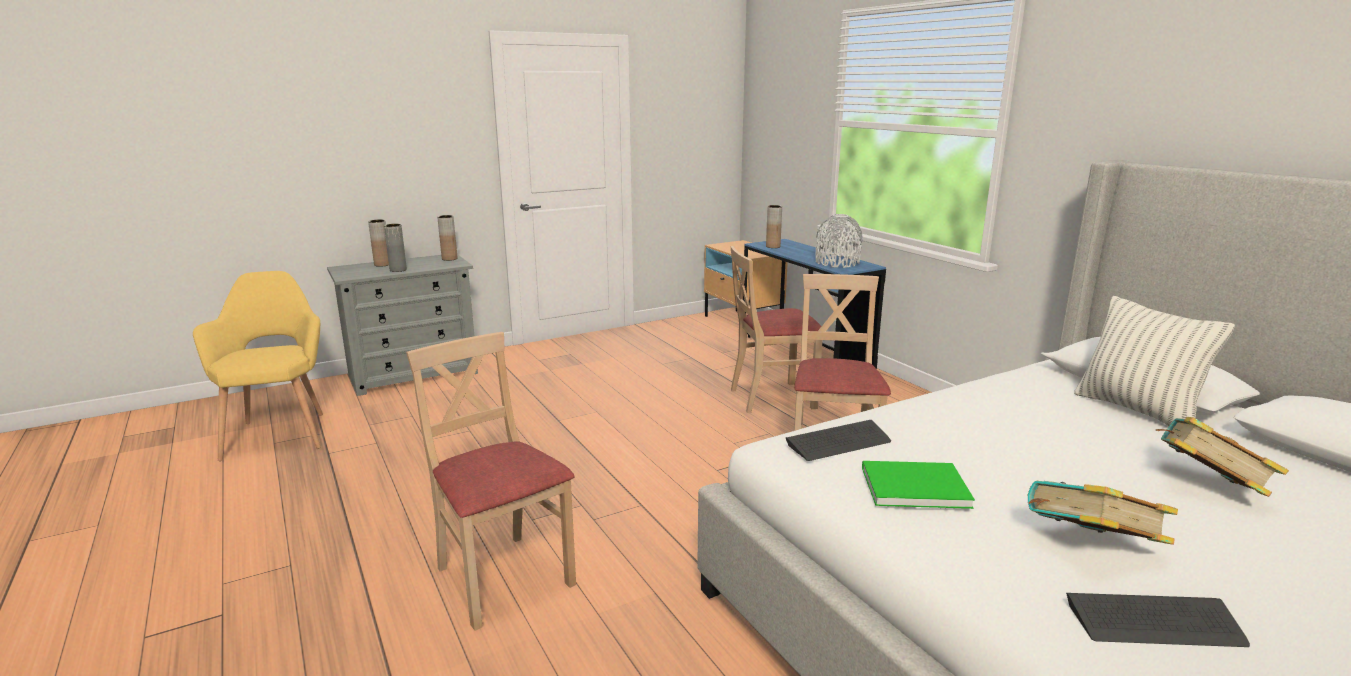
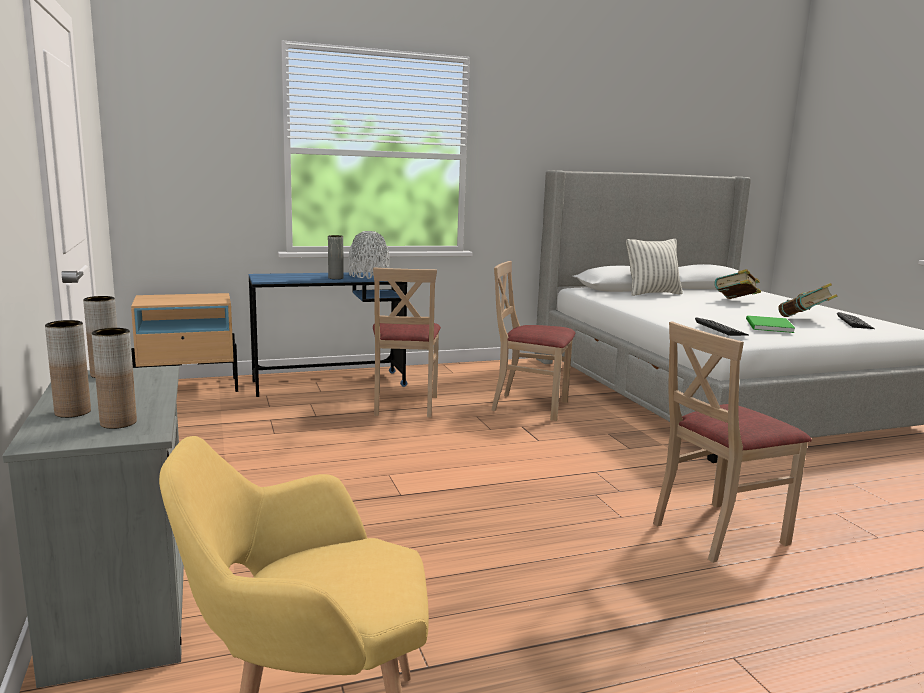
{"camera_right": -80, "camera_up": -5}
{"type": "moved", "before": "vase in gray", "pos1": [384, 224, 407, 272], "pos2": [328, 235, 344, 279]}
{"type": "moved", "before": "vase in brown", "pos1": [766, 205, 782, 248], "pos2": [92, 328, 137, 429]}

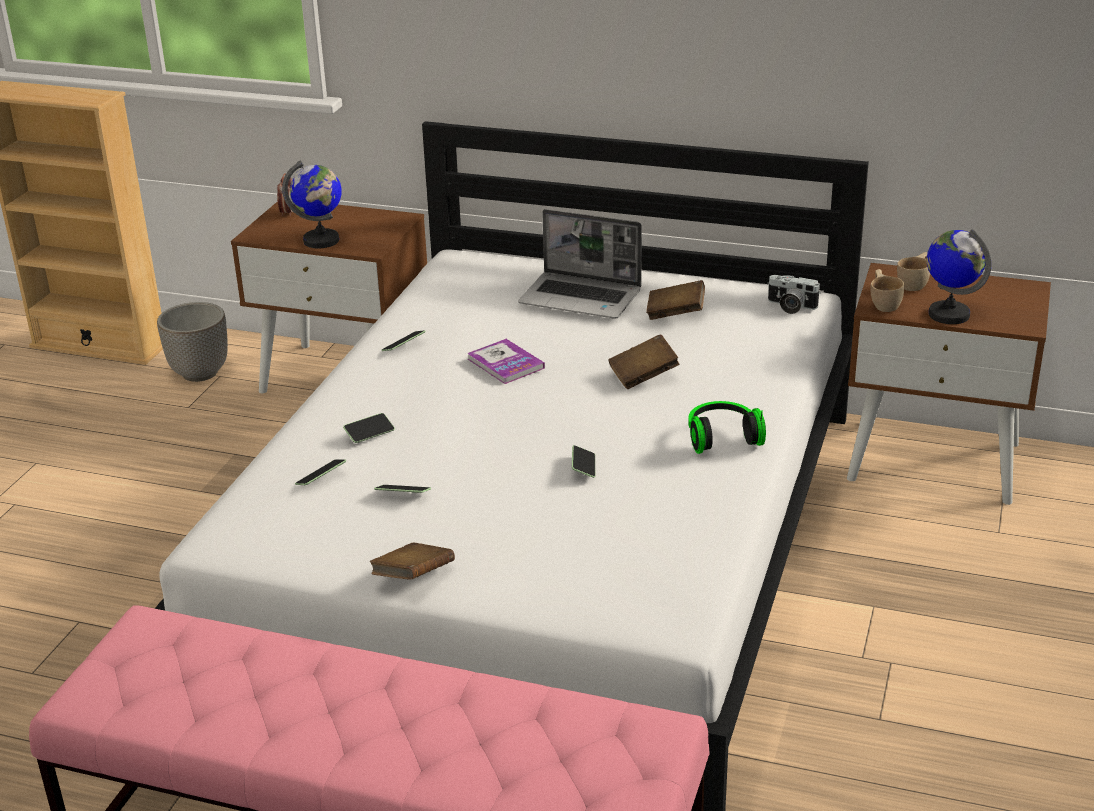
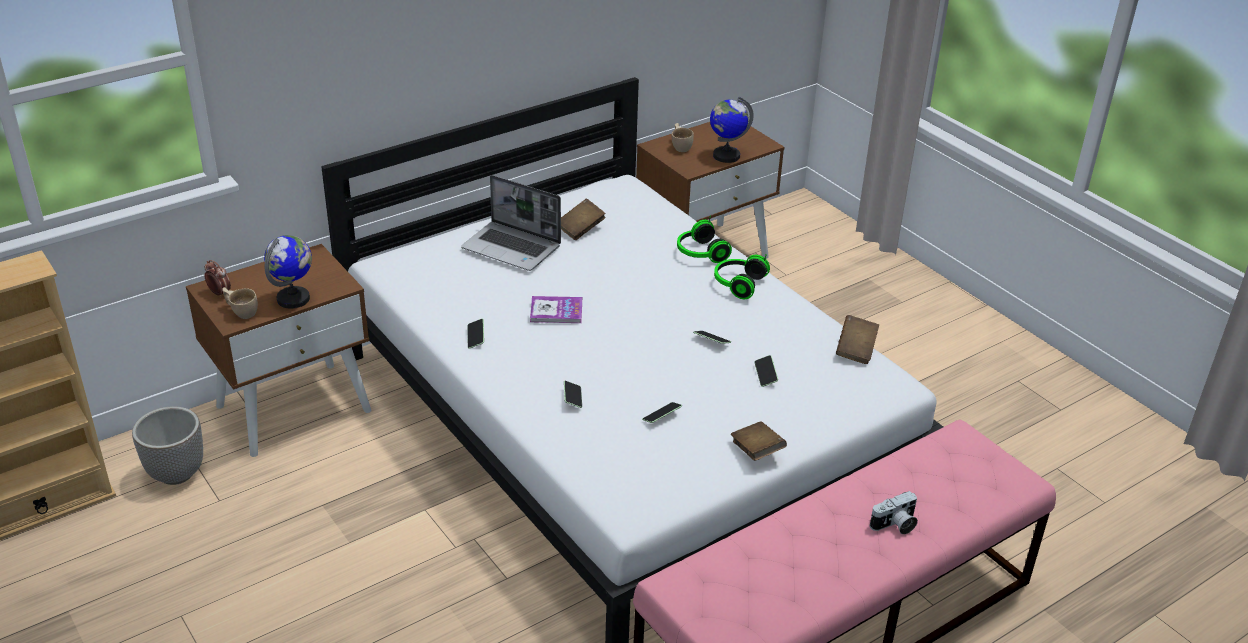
{"camera_right": -55, "camera_up": 5}
{"type": "added", "after": "headset", "pos2": [677, 215, 732, 263]}
{"type": "moved", "before": "telephone", "pos1": [295, 459, 346, 485], "pos2": [754, 355, 778, 387]}
{"type": "moved", "before": "book in brown", "pos1": [608, 334, 680, 389], "pos2": [836, 315, 879, 364]}
{"type": "moved", "before": "still camera", "pos1": [767, 275, 821, 314], "pos2": [870, 491, 918, 534]}
{"type": "moved", "before": "cup in beige-coloured", "pos1": [870, 269, 904, 312], "pos2": [222, 287, 258, 319]}
{"type": "turned", "before": "notebook computer", "pos1": [518, 209, 642, 319], "pos2": [461, 175, 561, 271], "turn": 60}

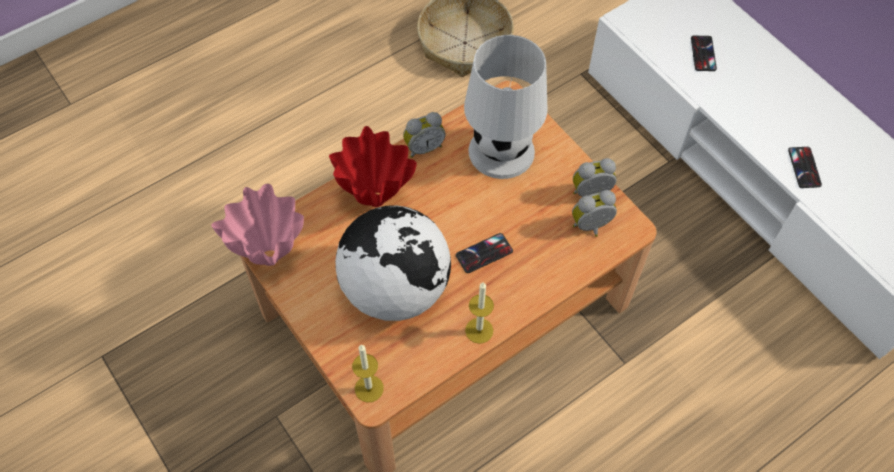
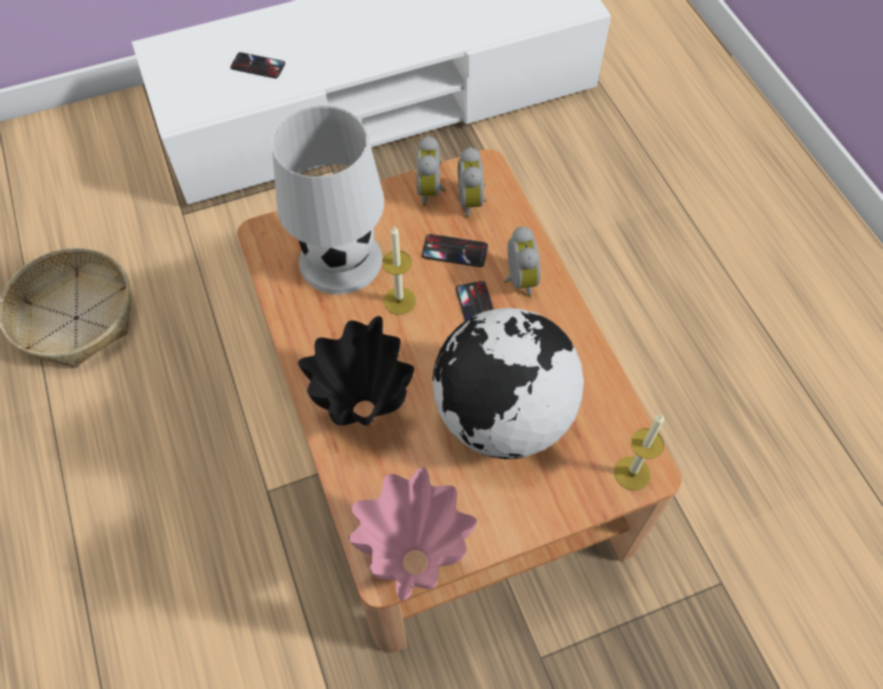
{"camera_right": -75, "camera_up": 0}
{"type": "moved", "before": "alarm clock", "pos1": [403, 112, 446, 158], "pos2": [504, 226, 541, 297]}
{"type": "moved", "before": "wax light", "pos1": [465, 282, 494, 344], "pos2": [382, 226, 416, 315]}
{"type": "moved", "before": "telephone", "pos1": [788, 147, 822, 188], "pos2": [422, 234, 488, 267]}
{"type": "recoloured", "before": "vase in reddish", "after": "vase in blackish", "pos1": [329, 126, 417, 207], "pos2": [298, 316, 414, 426]}

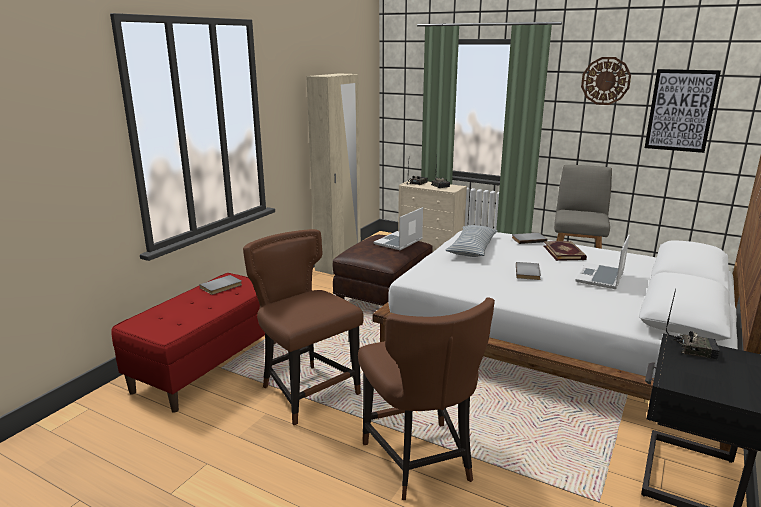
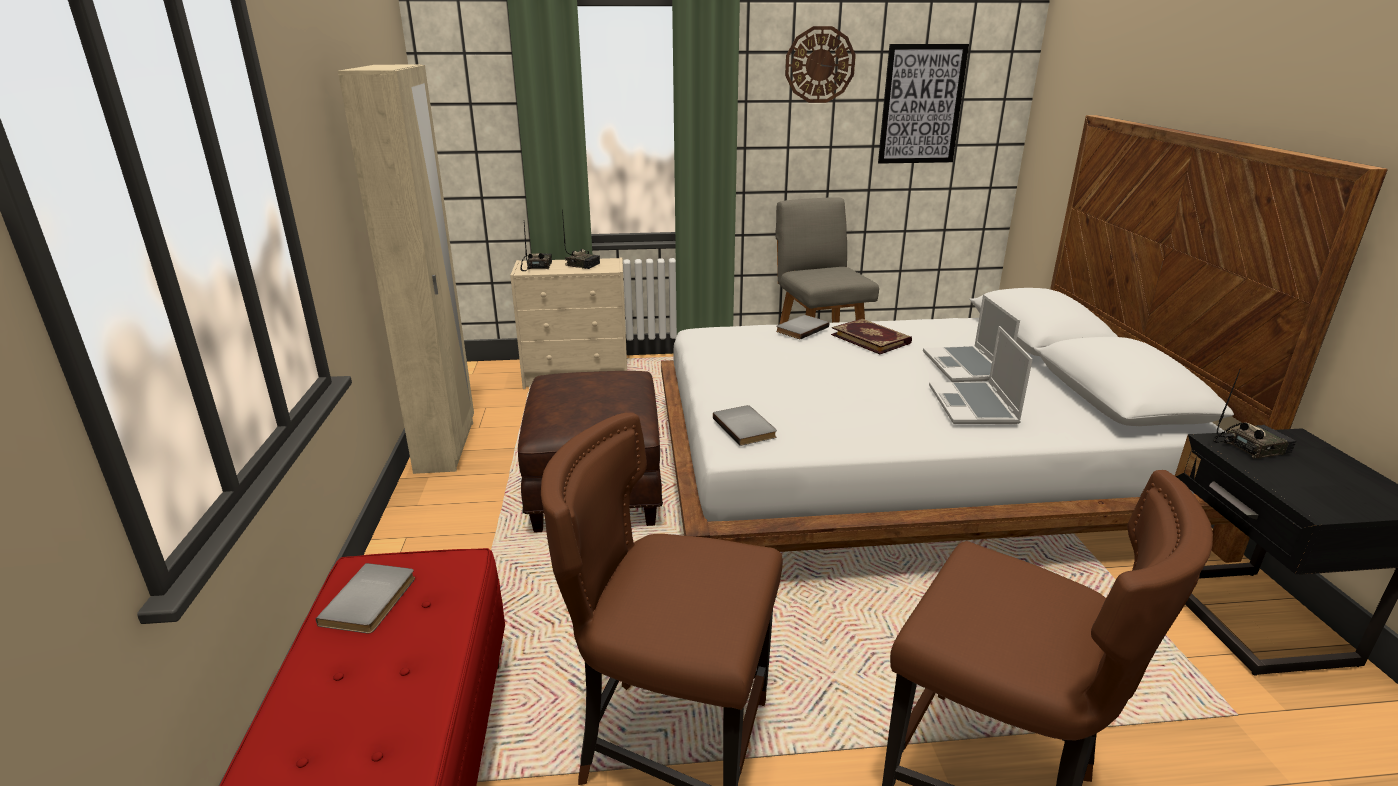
{"camera_right": -35, "camera_up": 5}
{"type": "removed", "before": "cushion", "pos1": [445, 225, 498, 257]}
{"type": "moved", "before": "notebook computer", "pos1": [374, 207, 423, 250], "pos2": [929, 326, 1033, 424]}
{"type": "moved", "before": "book in gray", "pos1": [516, 262, 541, 280], "pos2": [713, 405, 777, 446]}

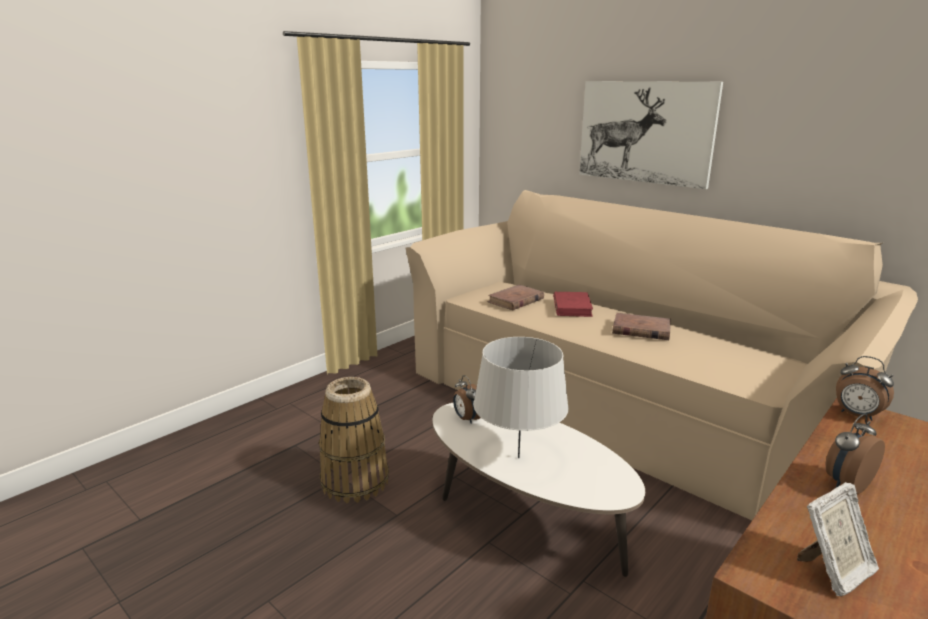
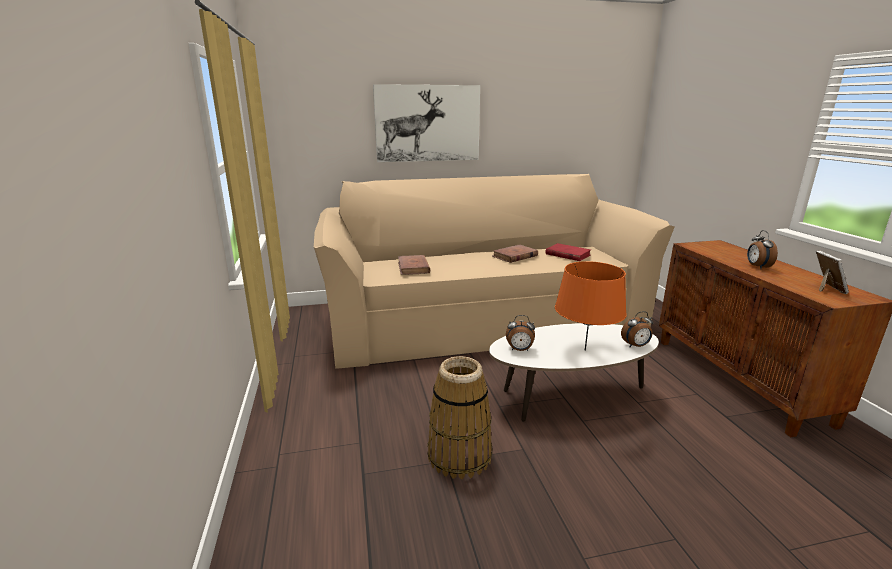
{"camera_right": -55, "camera_up": 0}
{"type": "moved", "before": "book in reddish", "pos1": [553, 292, 593, 317], "pos2": [546, 243, 591, 261]}
{"type": "moved", "before": "alarm clock", "pos1": [836, 356, 894, 421], "pos2": [621, 311, 653, 347]}
{"type": "recoloured", "before": "table lamp in gray", "after": "table lamp in orange-coloured", "pos1": [473, 337, 569, 458], "pos2": [555, 261, 627, 351]}

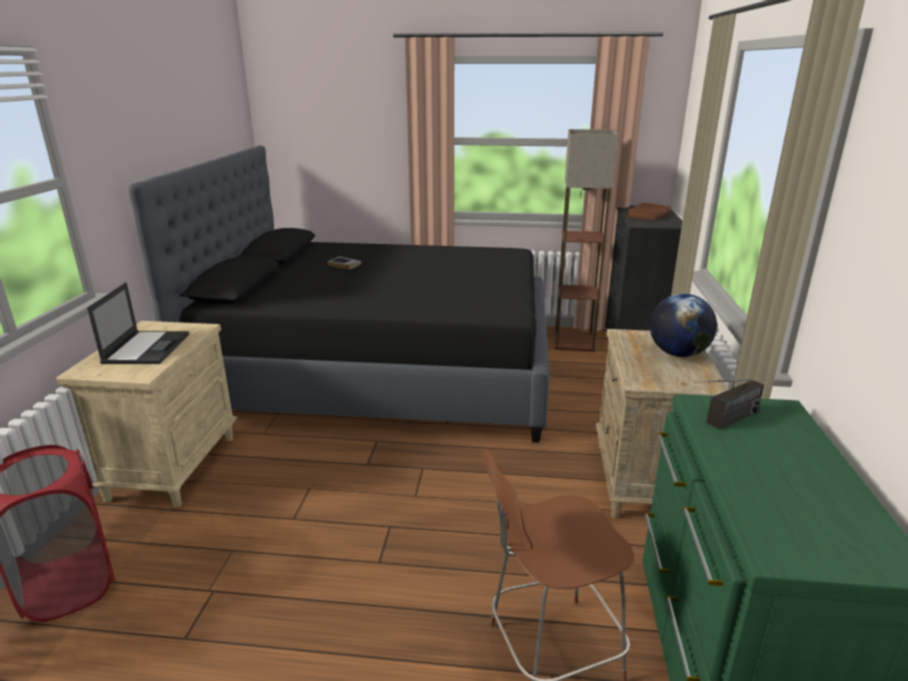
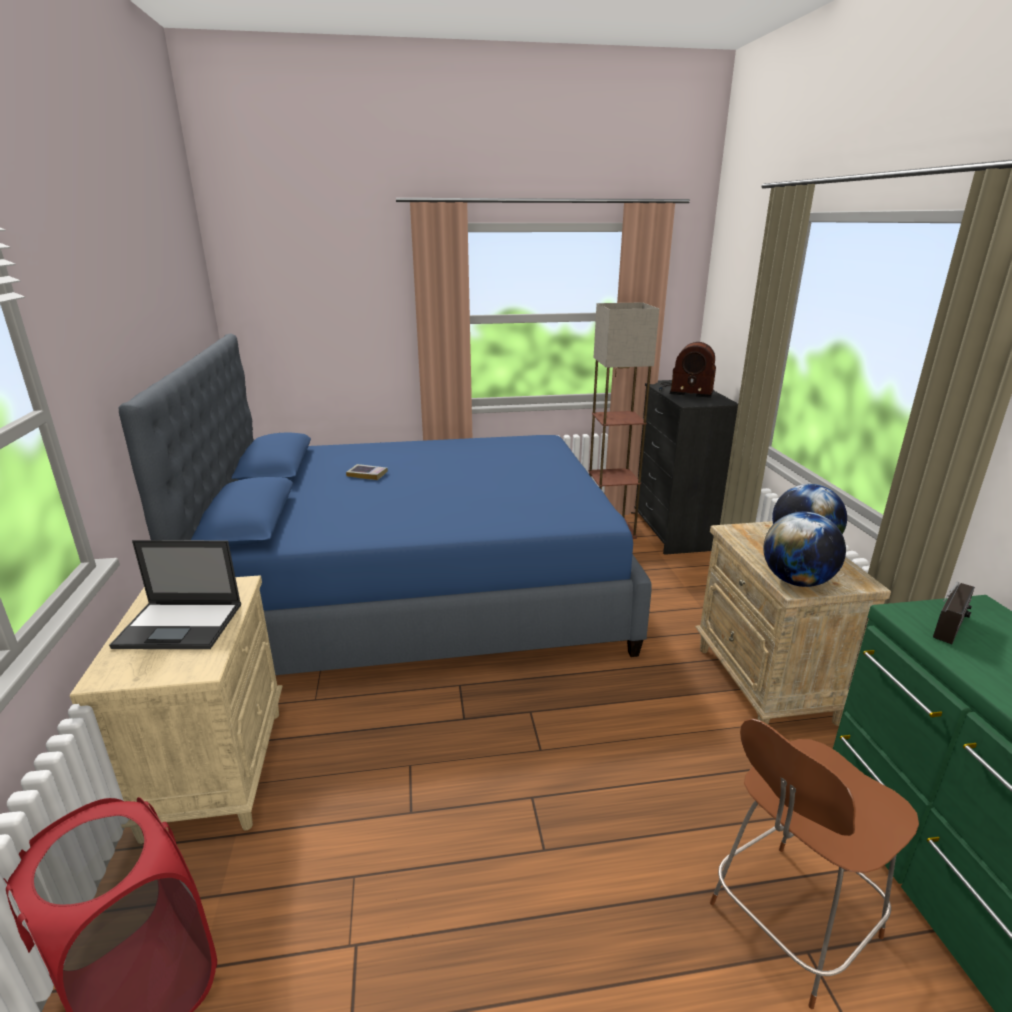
{"camera_right": -15, "camera_up": 0}
{"type": "added", "after": "desk globe", "pos2": [763, 512, 846, 587]}
{"type": "replaced", "before": "book in brown", "after": "radio", "pos1": [626, 203, 672, 221], "pos2": [659, 342, 716, 398]}
{"type": "recoloured", "before": "bed in blackish", "after": "bed in bluish", "pos1": [129, 145, 549, 443], "pos2": [119, 334, 652, 675]}
{"type": "turned", "before": "notebook computer", "pos1": [87, 282, 189, 364], "pos2": [109, 540, 241, 649], "turn": 105}

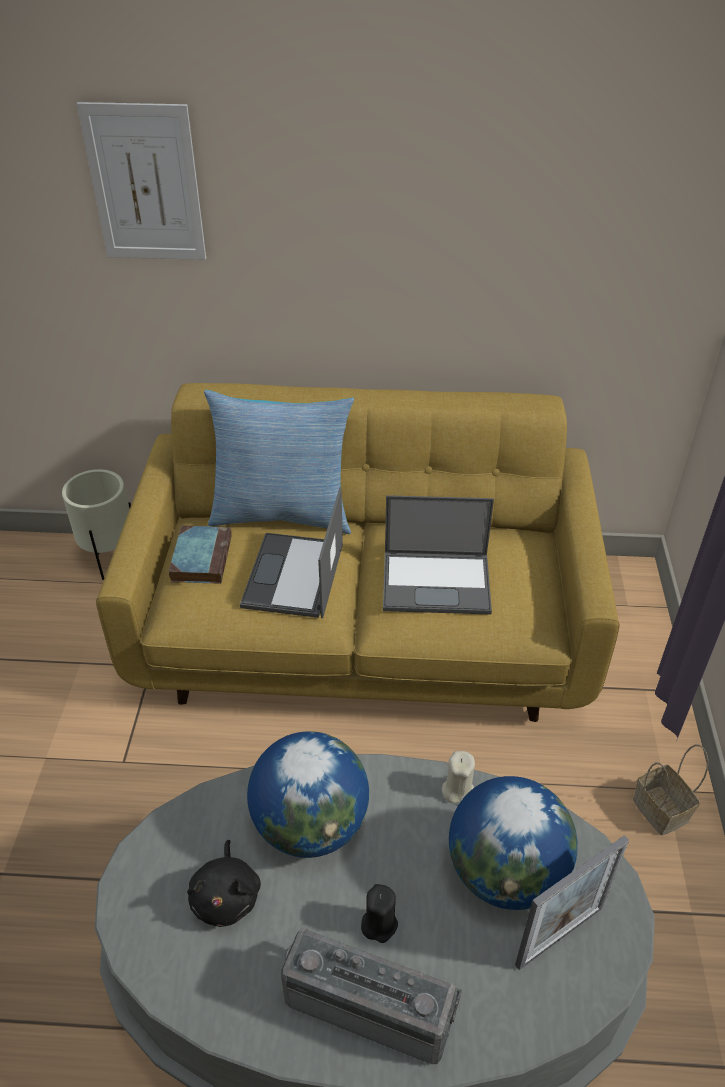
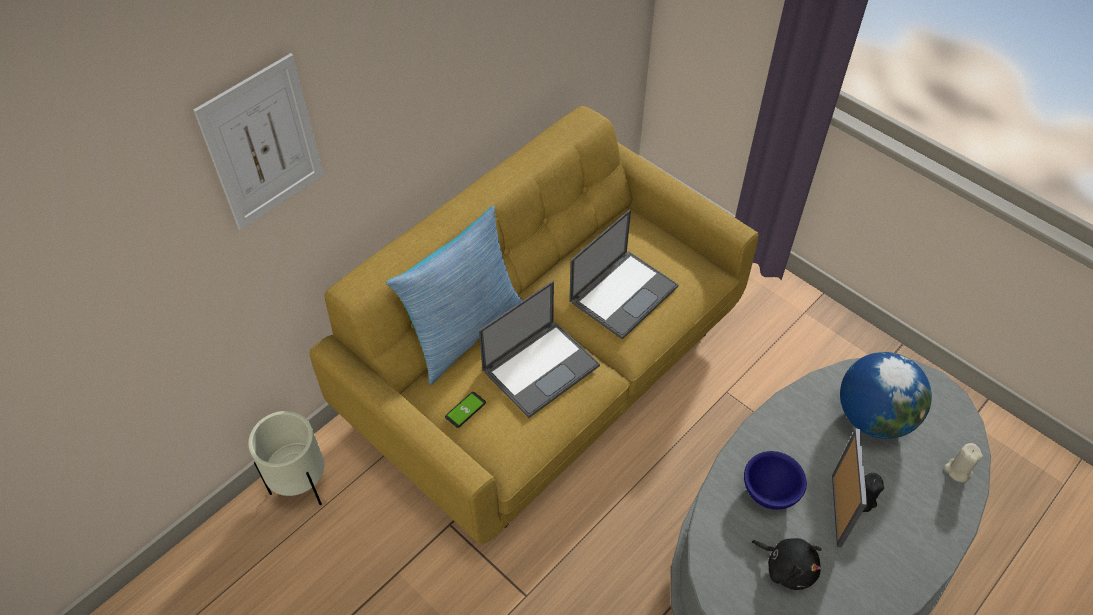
{"camera_right": -50, "camera_up": 10}
{"type": "removed", "before": "radio", "pos1": [281, 928, 462, 1064]}
{"type": "removed", "before": "household basket", "pos1": [633, 744, 708, 835]}
{"type": "moved", "before": "wax light in beige-coloured", "pos1": [442, 751, 475, 803], "pos2": [944, 443, 983, 482]}
{"type": "moved", "before": "picture frame", "pos1": [515, 836, 629, 970], "pos2": [832, 429, 867, 547]}
{"type": "replaced", "before": "book", "after": "telephone", "pos1": [168, 526, 232, 584], "pos2": [445, 392, 486, 428]}
{"type": "replaced", "before": "desk globe", "after": "bowl in bluish", "pos1": [247, 731, 369, 858], "pos2": [744, 451, 807, 510]}
{"type": "turned", "before": "notebook computer", "pos1": [240, 487, 343, 618], "pos2": [479, 281, 600, 418], "turn": -90}

